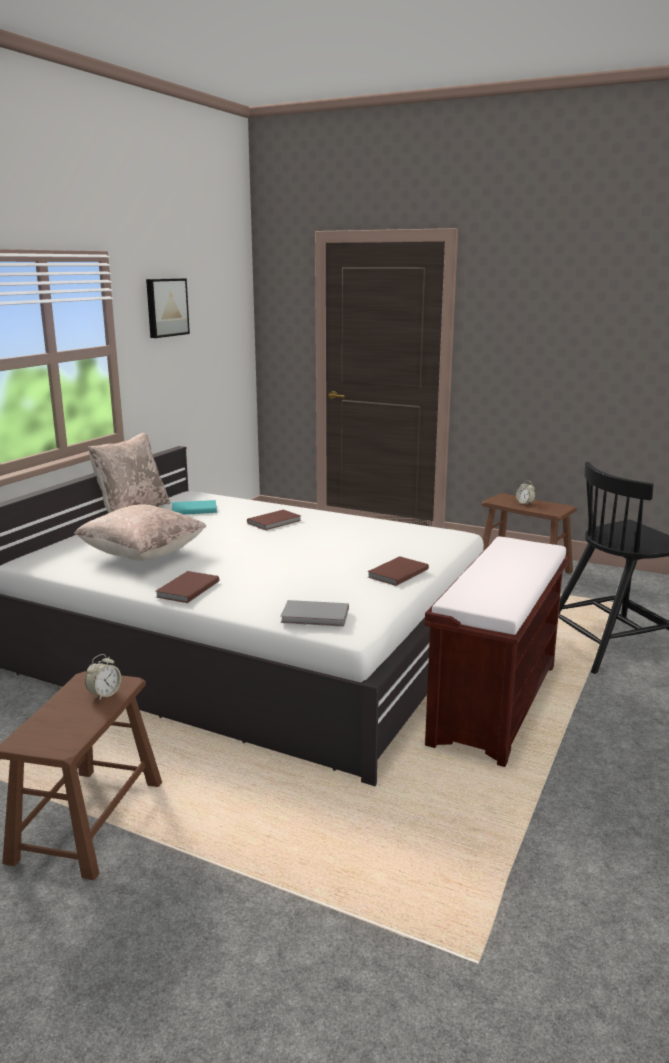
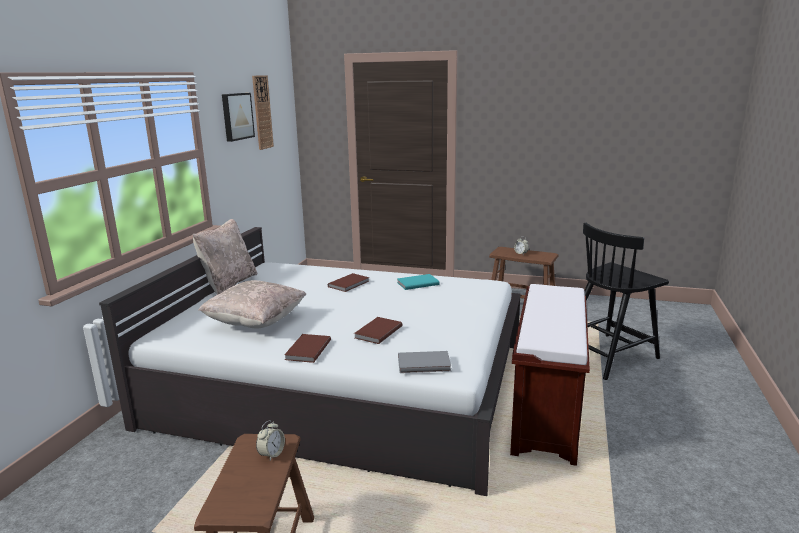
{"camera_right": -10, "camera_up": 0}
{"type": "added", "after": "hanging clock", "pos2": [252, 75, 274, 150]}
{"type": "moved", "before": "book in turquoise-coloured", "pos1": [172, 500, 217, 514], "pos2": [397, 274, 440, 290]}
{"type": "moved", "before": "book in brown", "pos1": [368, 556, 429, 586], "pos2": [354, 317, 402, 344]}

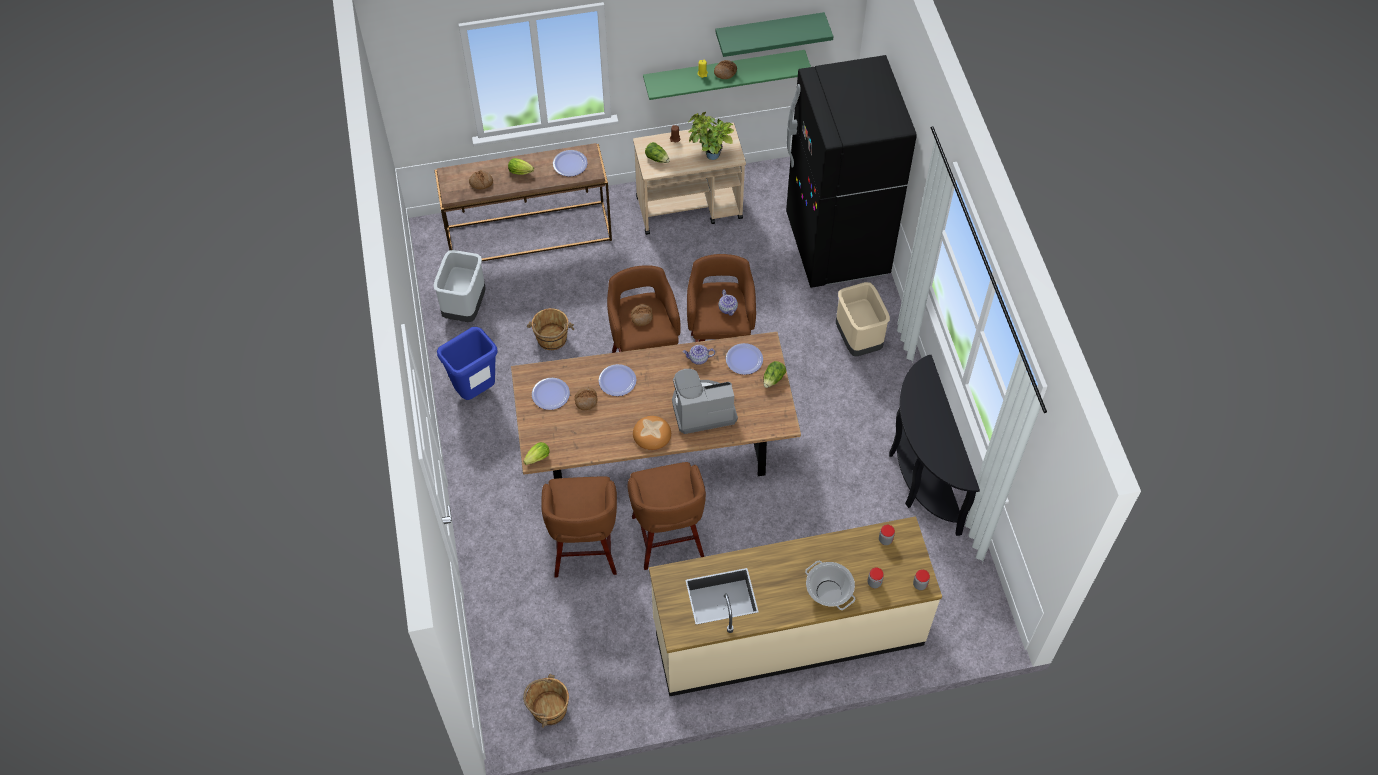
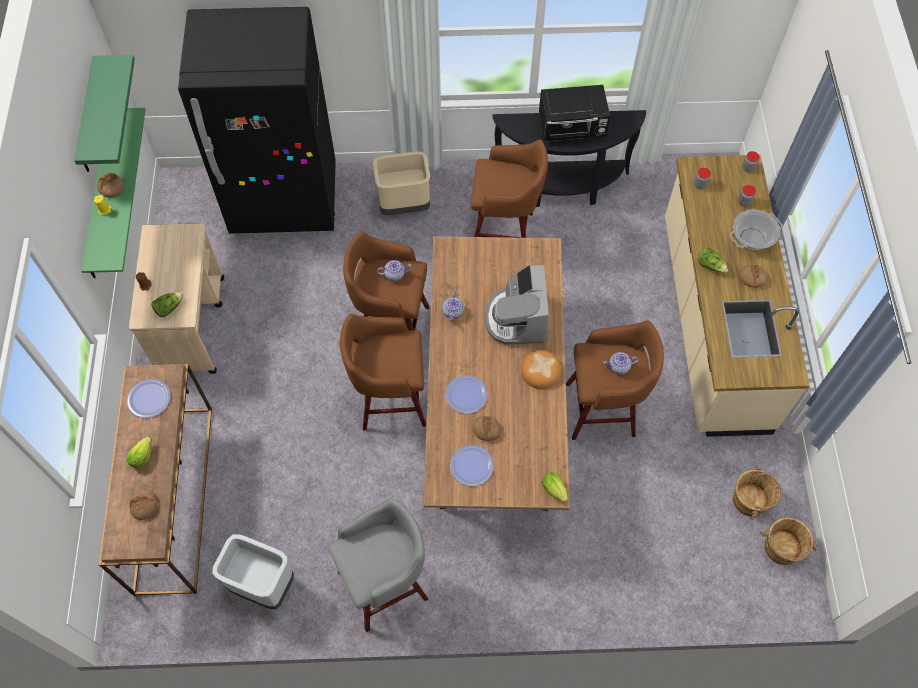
{"camera_right": -80, "camera_up": 5}
{"type": "removed", "before": "plant in a pot", "pos1": [688, 112, 734, 160]}
{"type": "removed", "before": "plate", "pos1": [726, 343, 763, 375]}
{"type": "added", "after": "microwave oven in blackish", "pos2": [539, 85, 610, 142]}
{"type": "added", "after": "pot for tea", "pos2": [603, 352, 639, 375]}
{"type": "moved", "before": "pail in brown", "pos1": [527, 308, 574, 350], "pos2": [733, 466, 783, 520]}
{"type": "moved", "before": "sitting stool in brown", "pos1": [541, 476, 617, 577], "pos2": [471, 140, 548, 238]}
{"type": "moved", "before": "bread", "pos1": [631, 304, 653, 326], "pos2": [738, 265, 767, 288]}
{"type": "moved", "before": "head of lettuce", "pos1": [763, 361, 786, 388], "pos2": [697, 247, 728, 273]}
{"type": "replaced", "before": "waste bin in bluish", "after": "sitting stool in gray", "pos1": [437, 327, 498, 400], "pos2": [328, 498, 428, 632]}

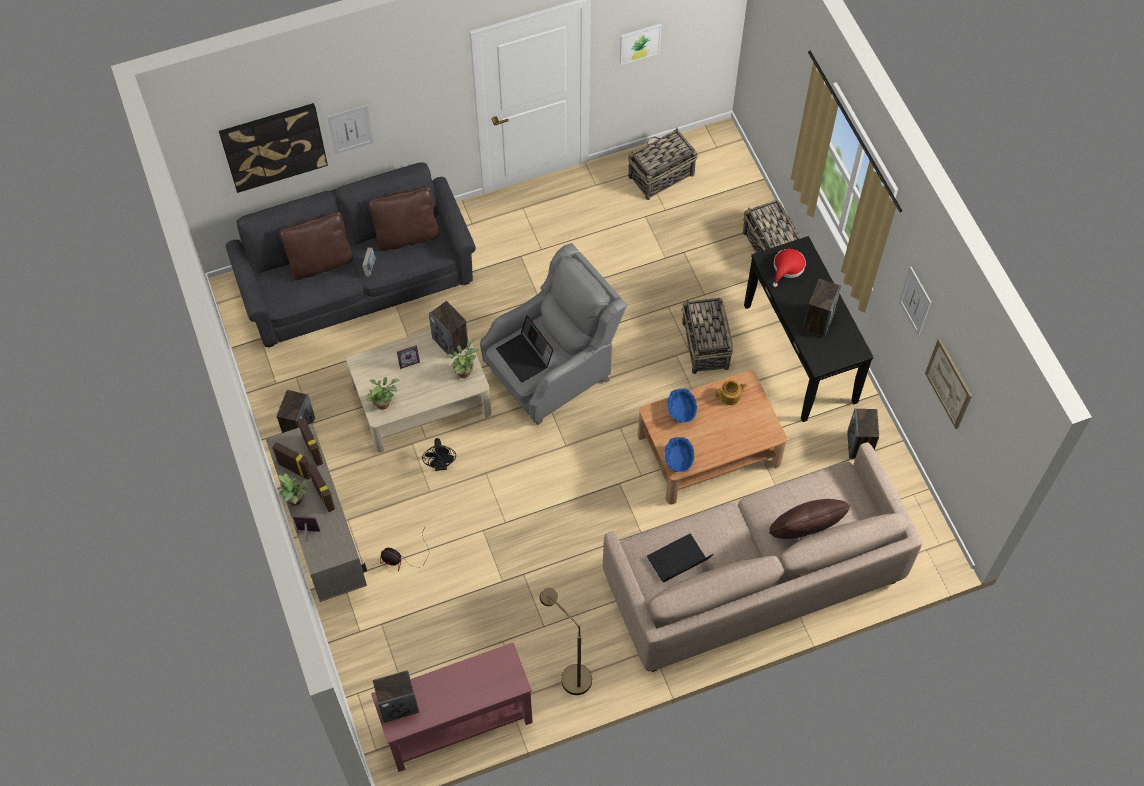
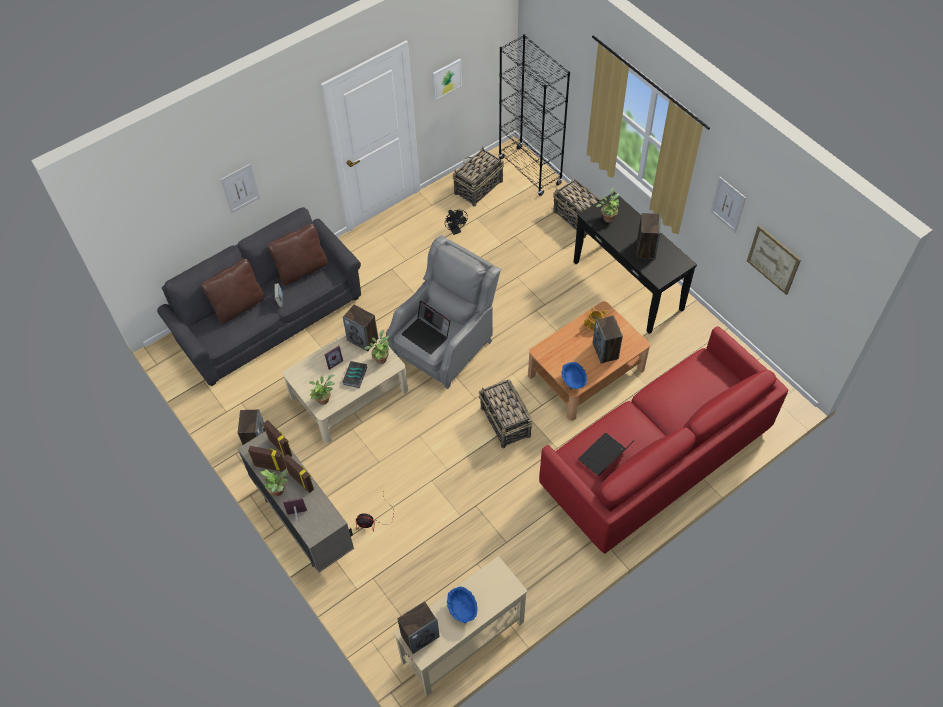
{"camera_right": -15, "camera_up": -5}
{"type": "removed", "before": "wall art", "pos1": [219, 103, 328, 193]}
{"type": "removed", "before": "floor lamp in brown", "pos1": [539, 588, 592, 695]}
{"type": "removed", "before": "cushion in brown", "pos1": [769, 499, 850, 539]}
{"type": "added", "after": "book", "pos2": [343, 361, 367, 388]}
{"type": "added", "after": "bookcase in blackish", "pos2": [498, 34, 570, 196]}
{"type": "moved", "before": "electric fan in blackish", "pos1": [422, 438, 456, 471], "pos2": [445, 210, 468, 235]}
{"type": "moved", "before": "bowl in bluish", "pos1": [667, 389, 697, 423], "pos2": [447, 586, 478, 623]}
{"type": "moved", "before": "household basket", "pos1": [682, 298, 733, 374], "pos2": [479, 379, 533, 448]}
{"type": "moved", "before": "loudspeaker", "pos1": [847, 408, 879, 459], "pos2": [593, 316, 623, 364]}
{"type": "replaced", "before": "hat in reddish", "after": "plant in a pot", "pos1": [773, 249, 806, 287], "pos2": [596, 188, 620, 223]}
{"type": "recoloured", "before": "narrow table in reddish", "after": "narrow table in beige-coloured", "pos1": [371, 643, 533, 772], "pos2": [393, 556, 528, 696]}
{"type": "recoloured", "before": "settee in beige-coloured", "after": "settee in reddish", "pos1": [603, 442, 922, 672], "pos2": [539, 327, 788, 553]}

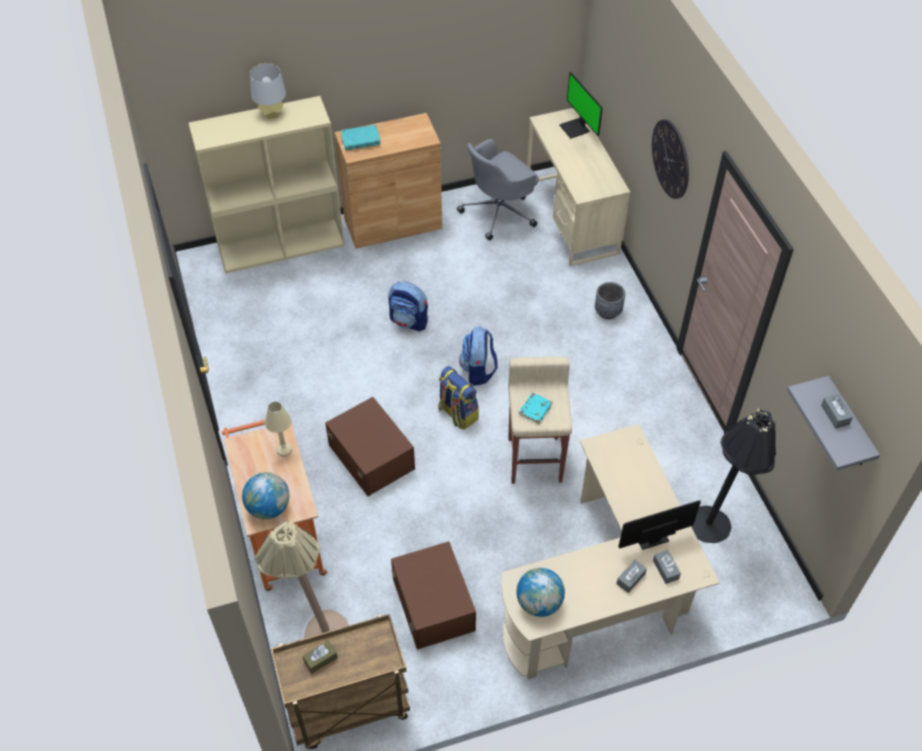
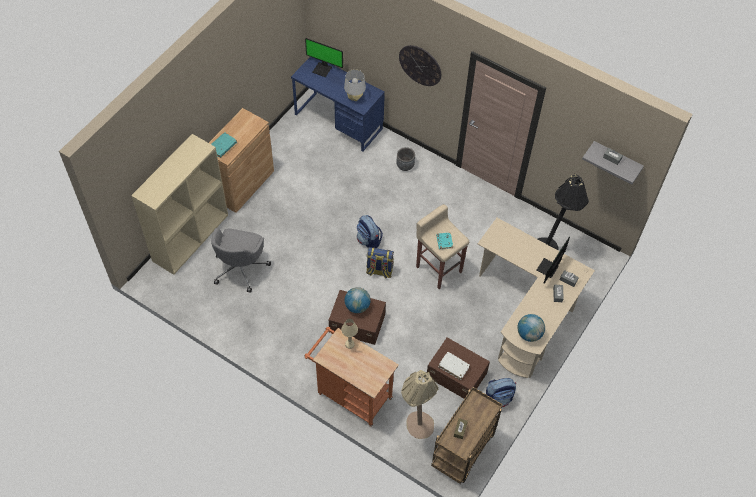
{"camera_right": -40, "camera_up": 5}
{"type": "added", "after": "book in whitish", "pos2": [438, 352, 470, 380]}
{"type": "moved", "before": "desk globe", "pos1": [242, 472, 289, 519], "pos2": [344, 287, 371, 313]}
{"type": "moved", "before": "table lamp in gray", "pos1": [250, 63, 286, 119], "pos2": [344, 69, 366, 101]}
{"type": "moved", "before": "rucksack", "pos1": [388, 282, 428, 332], "pos2": [486, 378, 516, 407]}
{"type": "moved", "before": "computer chair in gray", "pos1": [457, 139, 539, 241], "pos2": [211, 228, 271, 293]}
{"type": "recoloured", "before": "desk in beige-coloured", "after": "desk in bluish", "pos1": [527, 108, 630, 266], "pos2": [291, 57, 385, 151]}

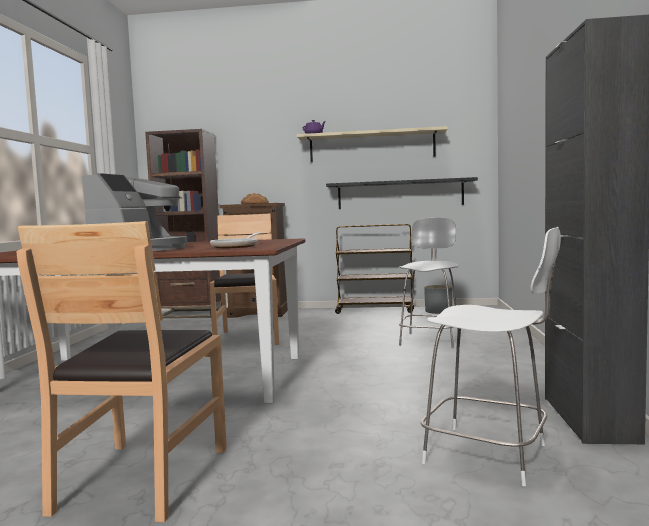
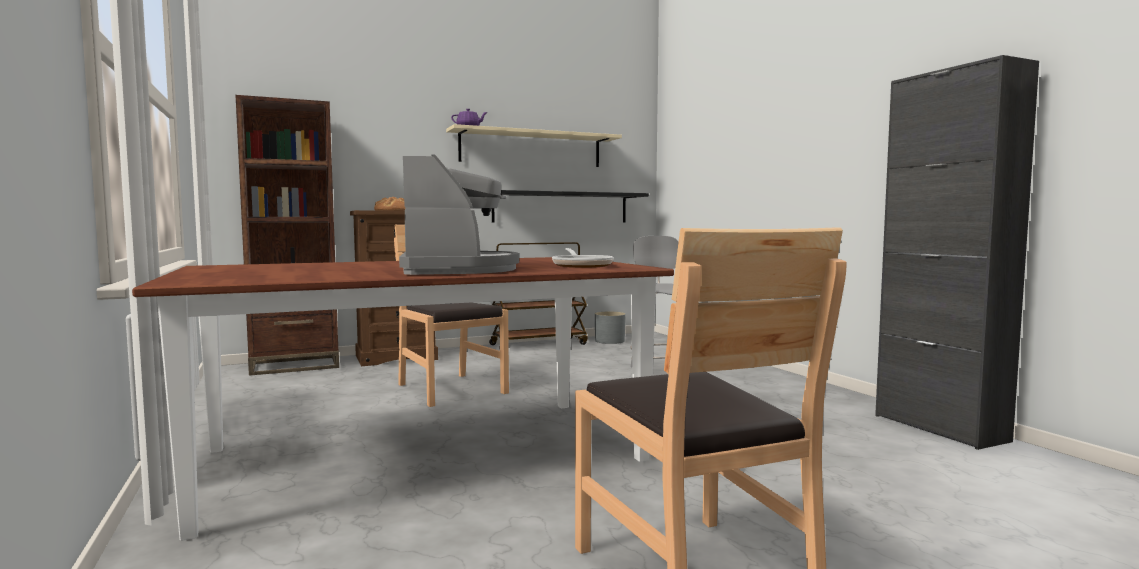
{"camera_right": -30, "camera_up": 0}
{"type": "removed", "before": "sitting stool in whitish", "pos1": [421, 227, 561, 486]}

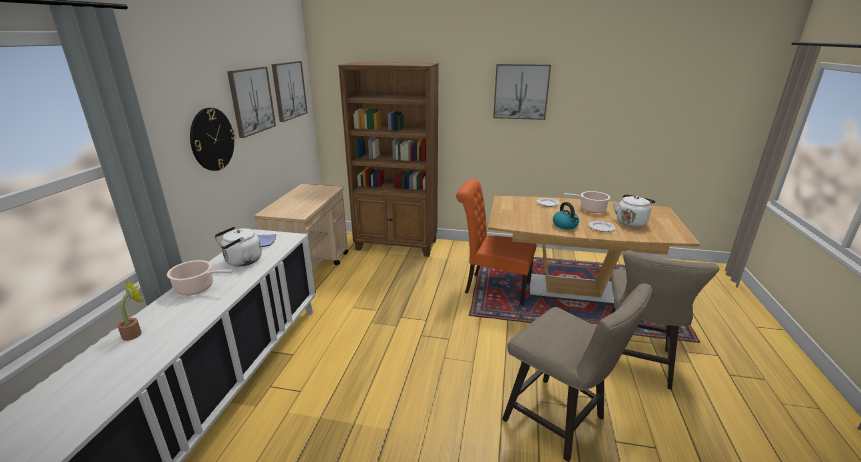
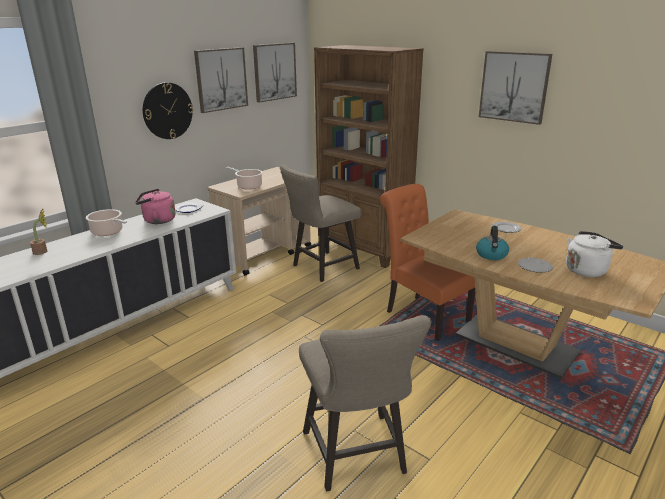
{"camera_right": 30, "camera_up": 0}
{"type": "moved", "before": "stockpot", "pos1": [564, 191, 610, 213], "pos2": [226, 167, 263, 190]}
{"type": "moved", "before": "sitting stool in beige-coloured", "pos1": [609, 250, 719, 390], "pos2": [280, 165, 362, 282]}
{"type": "recoloured", "before": "tea kettle in whitish", "after": "tea kettle in pinkish", "pos1": [214, 227, 262, 266], "pos2": [135, 189, 176, 224]}

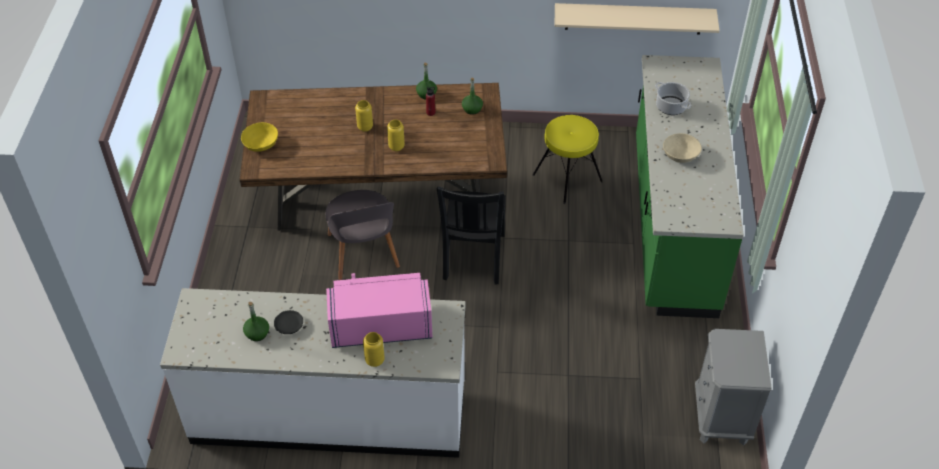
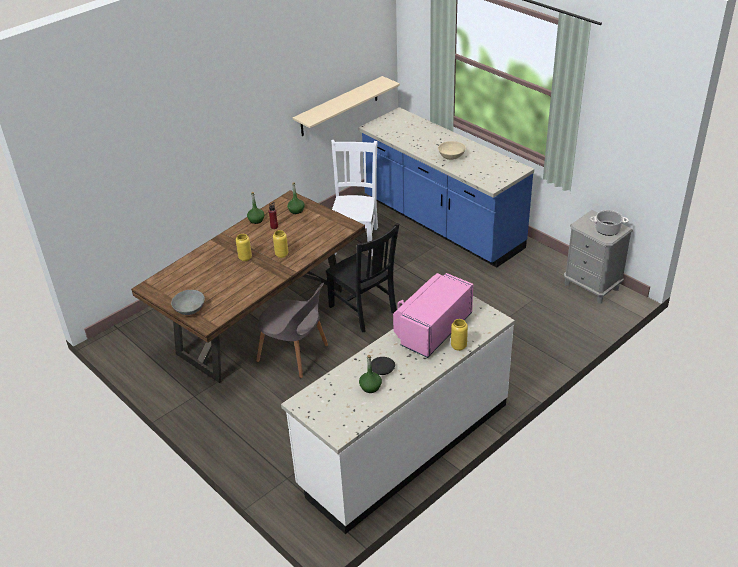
{"camera_right": -45, "camera_up": -10}
{"type": "moved", "before": "stockpot", "pos1": [655, 82, 691, 115], "pos2": [590, 210, 629, 236]}
{"type": "replaced", "before": "sitting stool in yellow-coloured", "after": "upright chair in whitish", "pos1": [533, 115, 603, 204], "pos2": [331, 140, 378, 256]}
{"type": "recoloured", "before": "bowl in yellow-coloured", "after": "bowl in gray", "pos1": [241, 122, 278, 152], "pos2": [171, 290, 205, 315]}
{"type": "recoloured", "before": "kitchen counter in greenish", "after": "kitchen counter in bluish", "pos1": [636, 55, 744, 318], "pos2": [358, 107, 534, 268]}

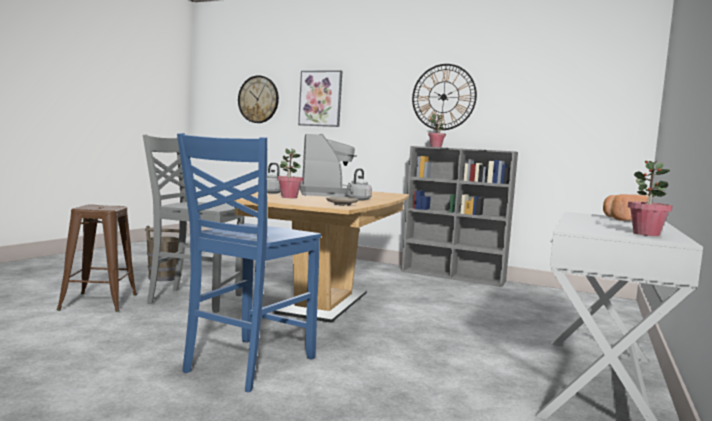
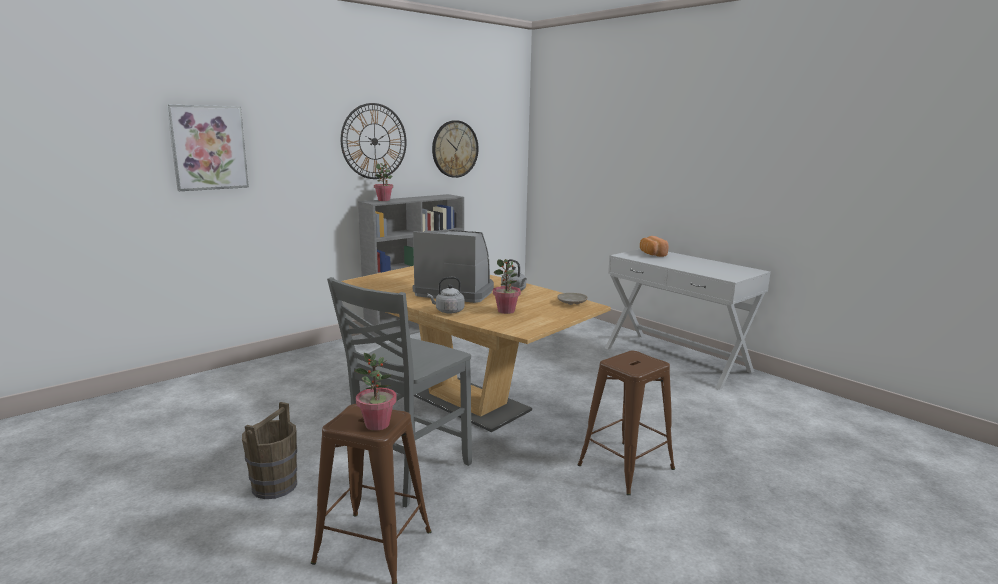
{"camera_right": -65, "camera_up": 10}
{"type": "moved", "before": "hanging clock", "pos1": [238, 75, 279, 123], "pos2": [432, 120, 479, 178]}
{"type": "moved", "before": "plant in a pot", "pos1": [628, 161, 673, 236], "pos2": [354, 353, 397, 431]}
{"type": "replaced", "before": "upright chair in bluish", "after": "sitting stool in brown", "pos1": [177, 133, 321, 392], "pos2": [577, 351, 675, 495]}

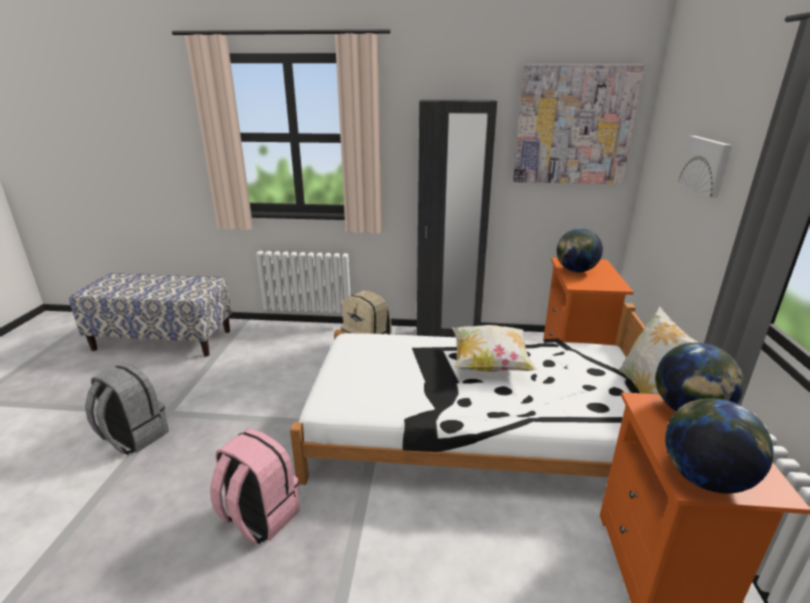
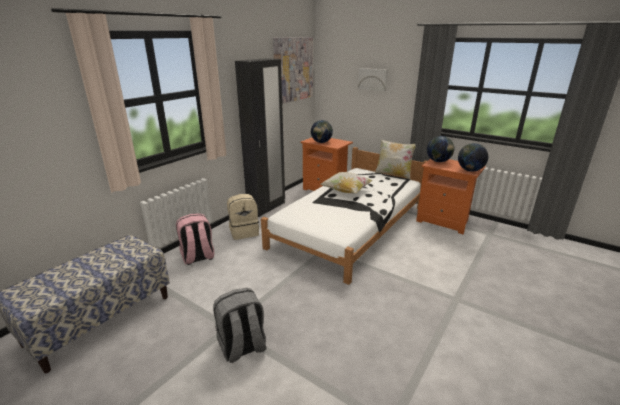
{"camera_right": -60, "camera_up": 0}
{"type": "moved", "before": "rucksack in pinkish", "pos1": [210, 429, 300, 544], "pos2": [176, 213, 214, 265]}

